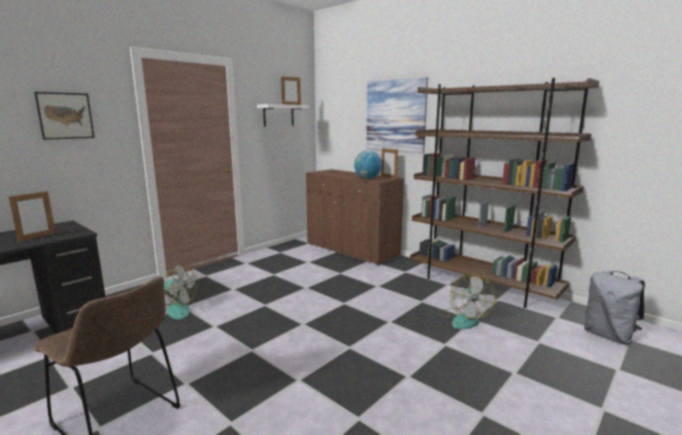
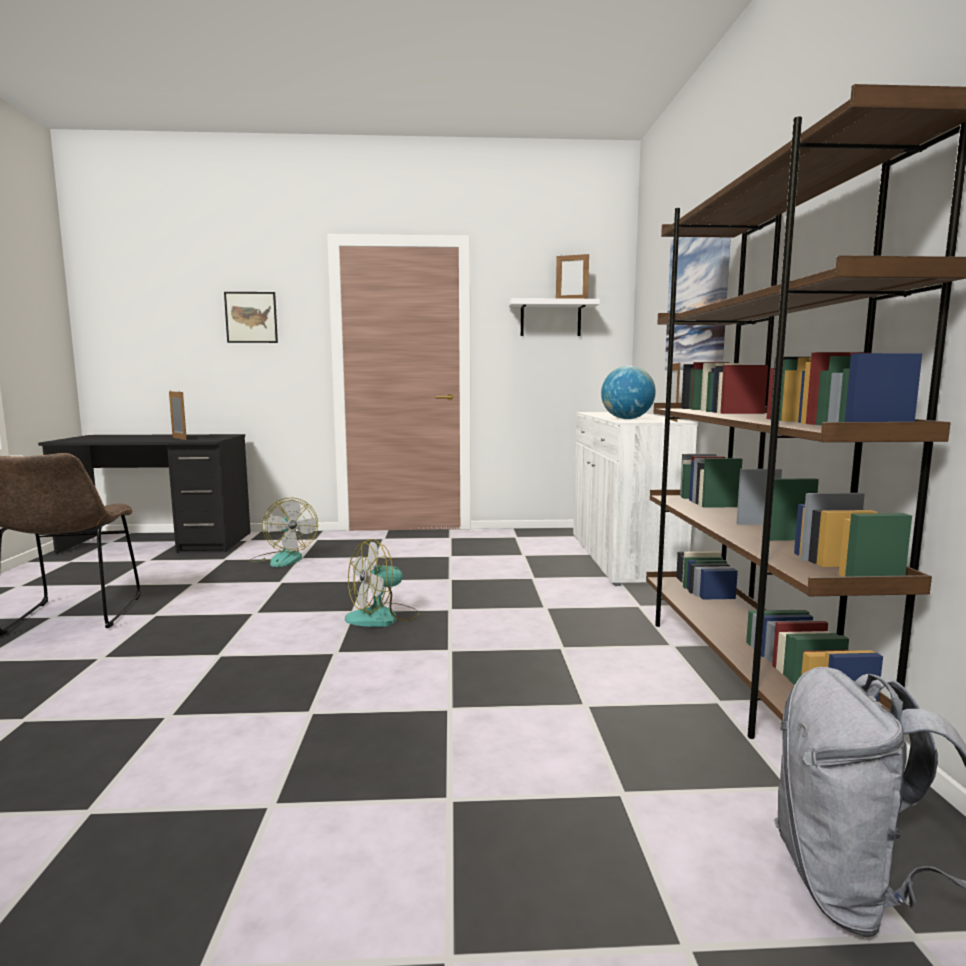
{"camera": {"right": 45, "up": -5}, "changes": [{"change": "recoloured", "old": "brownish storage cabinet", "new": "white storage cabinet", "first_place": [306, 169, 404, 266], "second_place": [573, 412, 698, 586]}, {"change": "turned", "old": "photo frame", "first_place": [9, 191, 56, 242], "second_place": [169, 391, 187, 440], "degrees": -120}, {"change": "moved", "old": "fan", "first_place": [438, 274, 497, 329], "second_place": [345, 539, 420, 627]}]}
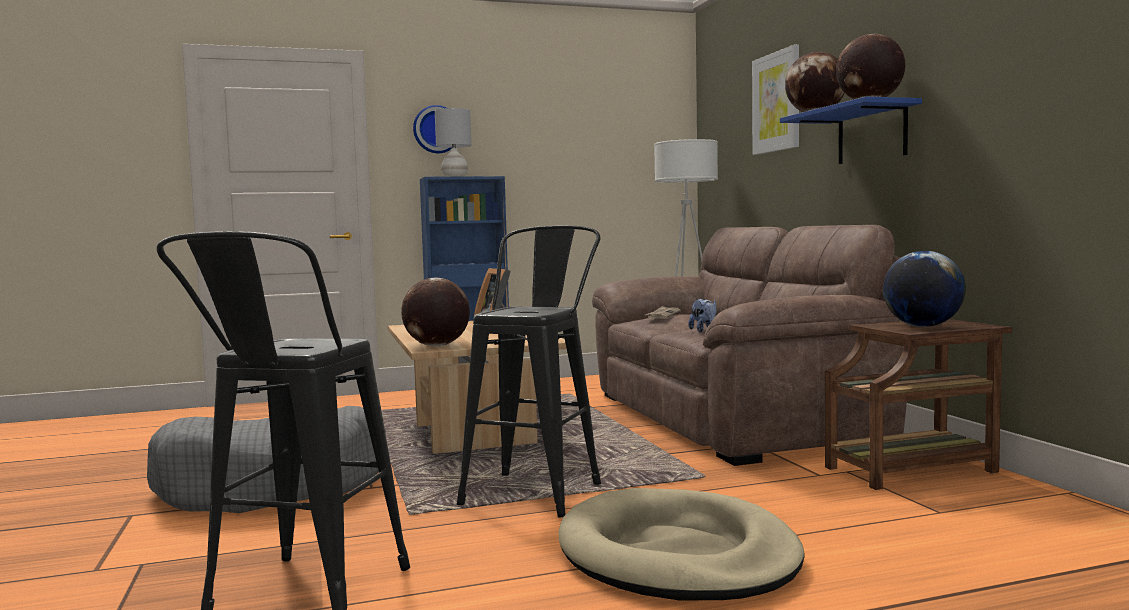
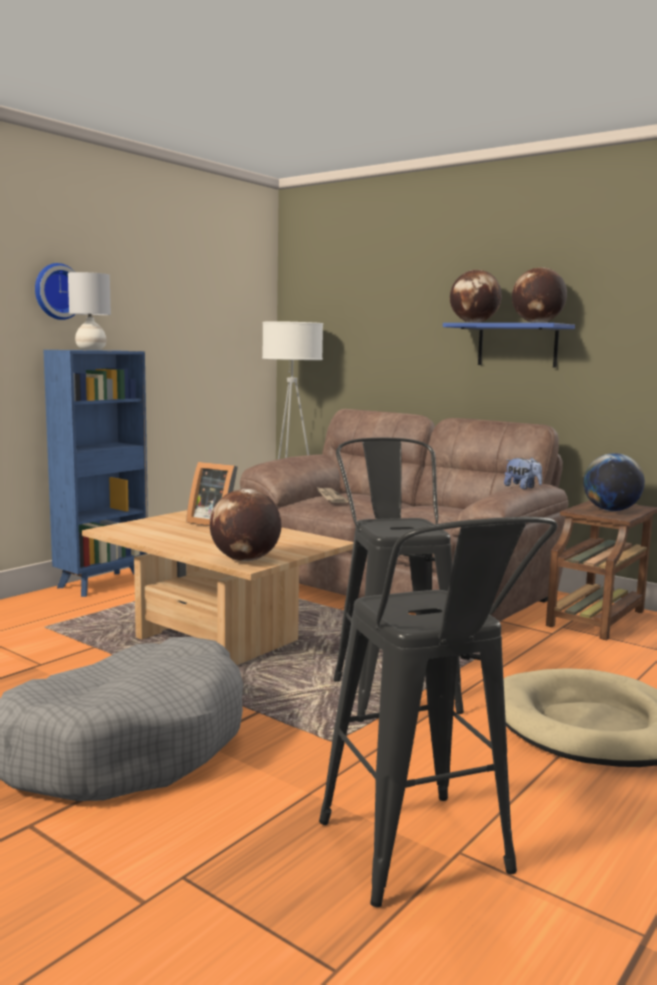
{"camera": {"right": -35, "up": 5}, "changes": [{"change": "removed", "old": "wall picture", "first_place": [752, 44, 799, 155]}, {"change": "moved", "old": "cuddly toy", "first_place": [688, 298, 717, 333], "second_place": [504, 458, 542, 489]}]}
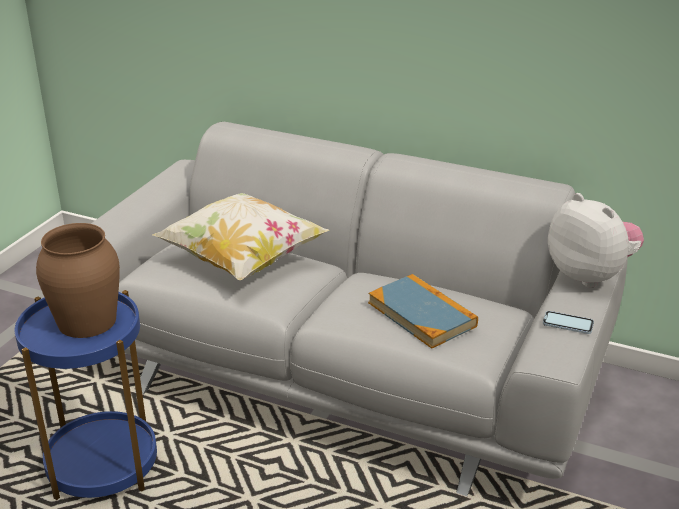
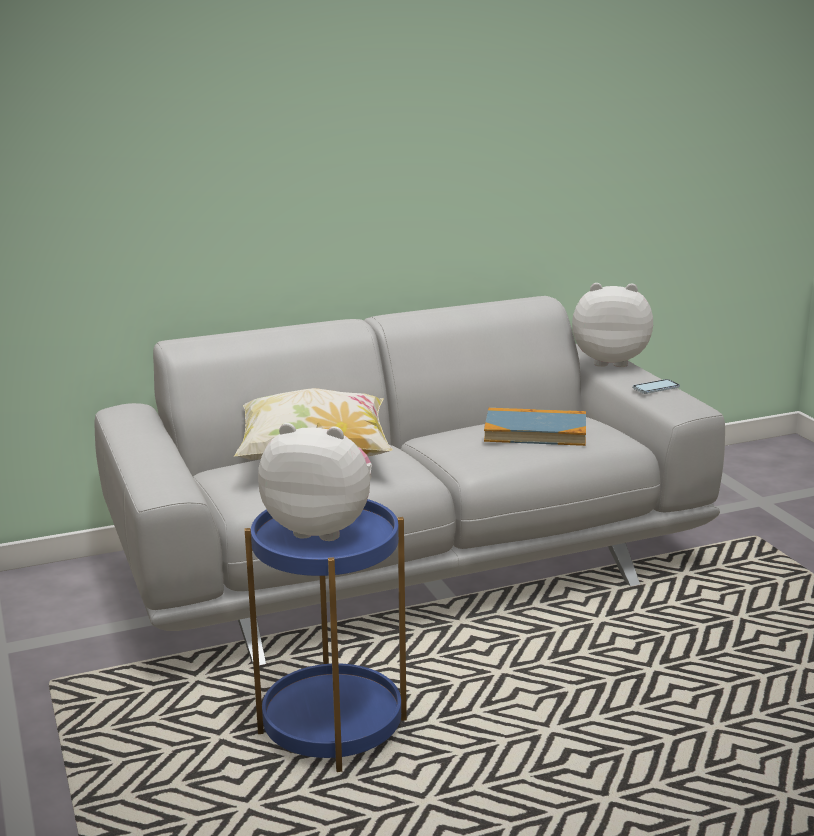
{"camera": {"right": -45, "up": -10}, "changes": [{"change": "replaced", "old": "brownish decorative vase", "new": "cuddly toy", "first_place": [36, 223, 120, 338], "second_place": [258, 423, 372, 541]}]}
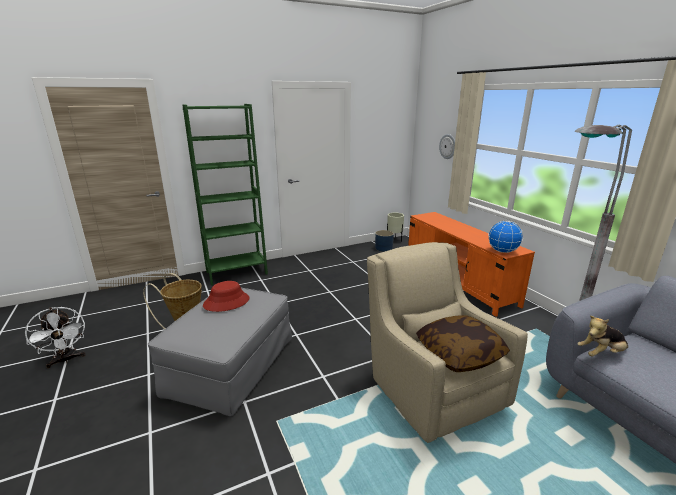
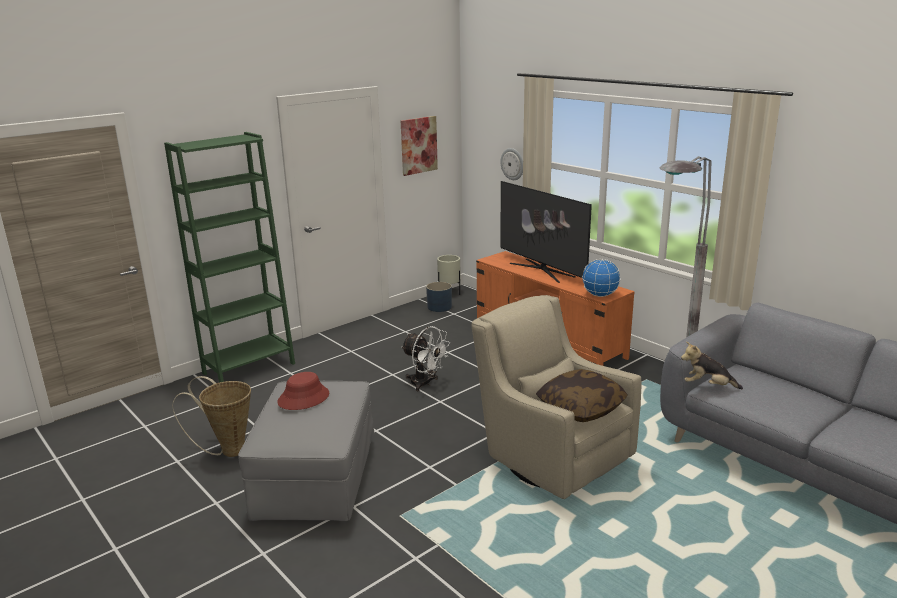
{"camera": {"right": -15, "up": 0}, "changes": [{"change": "moved", "old": "white fan", "first_place": [25, 307, 86, 368], "second_place": [401, 326, 450, 391]}, {"change": "turned", "old": "cuddly toy", "first_place": [577, 315, 628, 356], "second_place": [681, 342, 743, 389], "degrees": 45}, {"change": "added", "new": "wall picture", "second_place": [401, 116, 438, 176]}, {"change": "added", "new": "television", "second_place": [500, 181, 592, 283]}]}
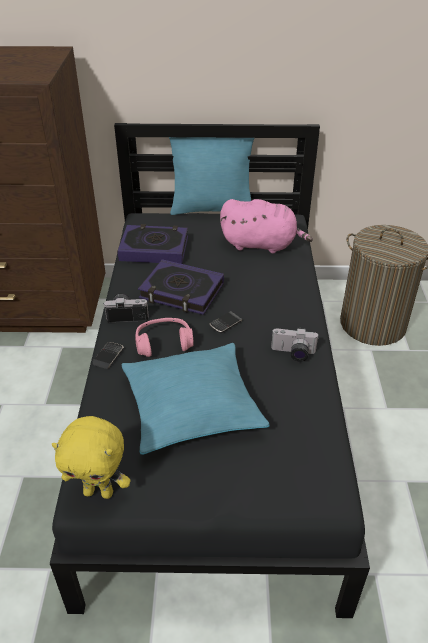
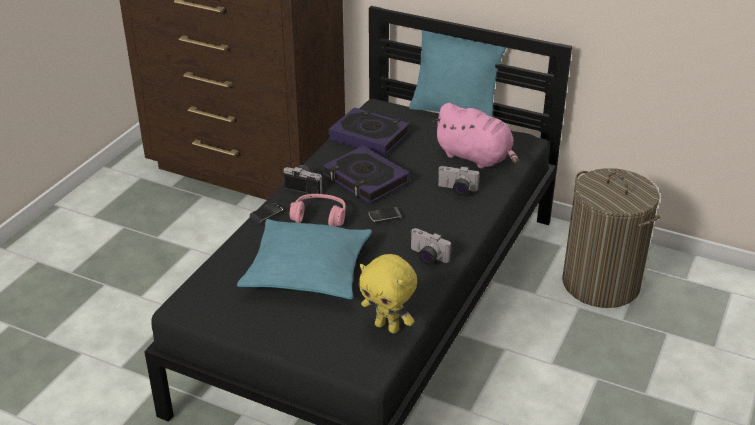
{"camera": {"right": 25, "up": -5}, "changes": [{"change": "moved", "old": "yellow-coloured cuddly toy", "first_place": [52, 416, 131, 499], "second_place": [359, 254, 417, 334]}, {"change": "added", "new": "still camera", "second_place": [438, 166, 480, 196]}]}
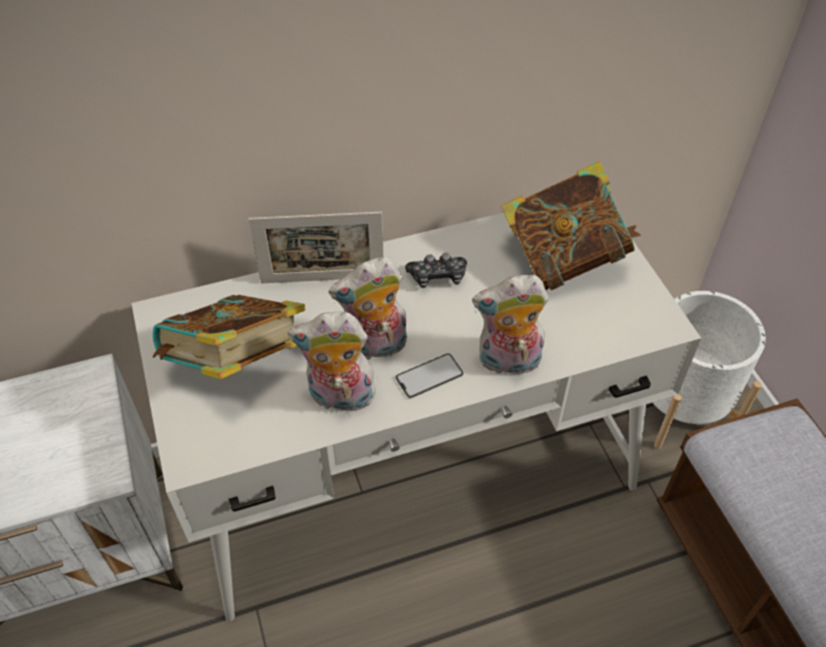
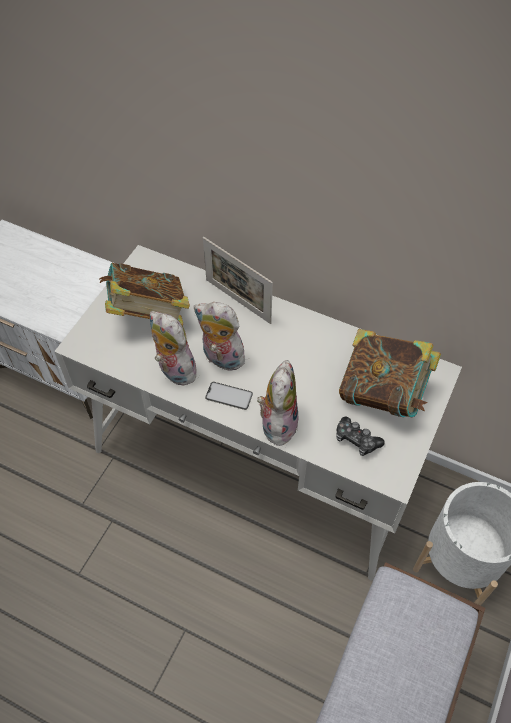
{"camera": {"right": 45, "up": 5}, "changes": [{"change": "moved", "old": "gamepad", "first_place": [405, 253, 467, 288], "second_place": [336, 416, 385, 456]}, {"change": "turned", "old": "cuddly toy", "first_place": [472, 275, 549, 375], "second_place": [257, 360, 298, 446], "degrees": 60}]}
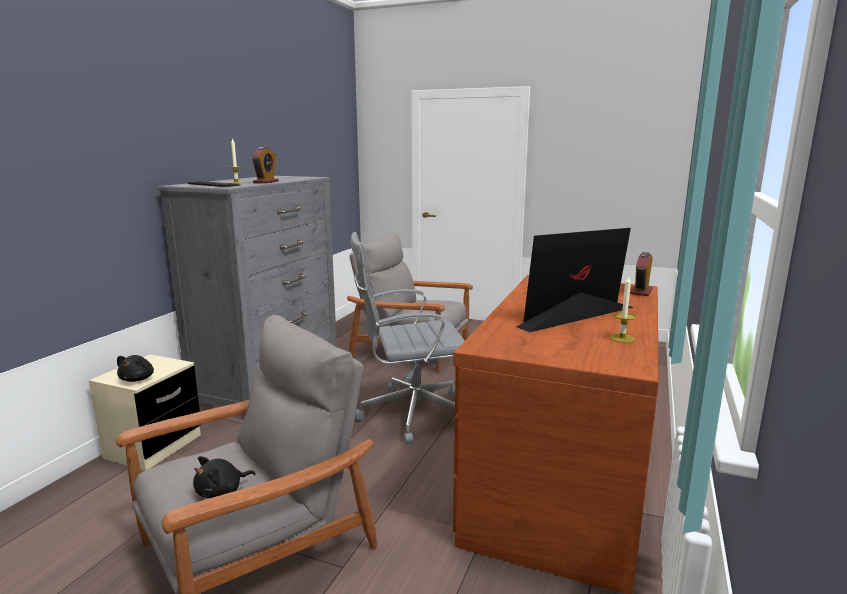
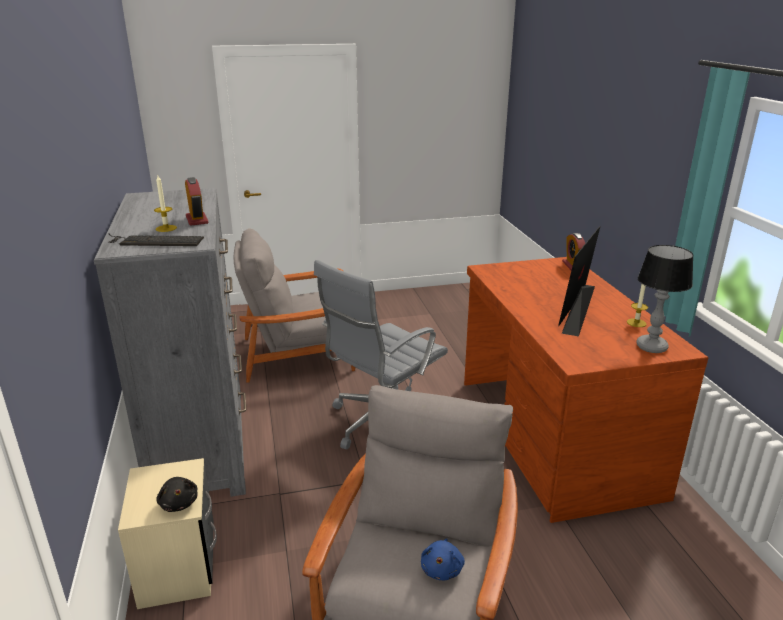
{"camera": {"right": -35, "up": 10}, "changes": [{"change": "recoloured", "old": "black cuddly toy", "new": "bluish cuddly toy", "first_place": [193, 456, 256, 498], "second_place": [421, 538, 465, 580]}, {"change": "added", "new": "table lamp", "second_place": [636, 245, 694, 353]}]}
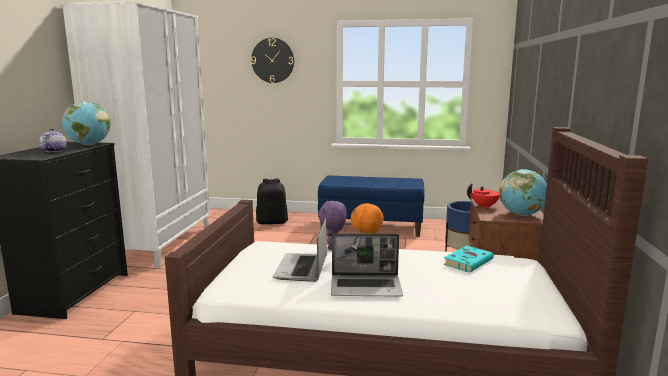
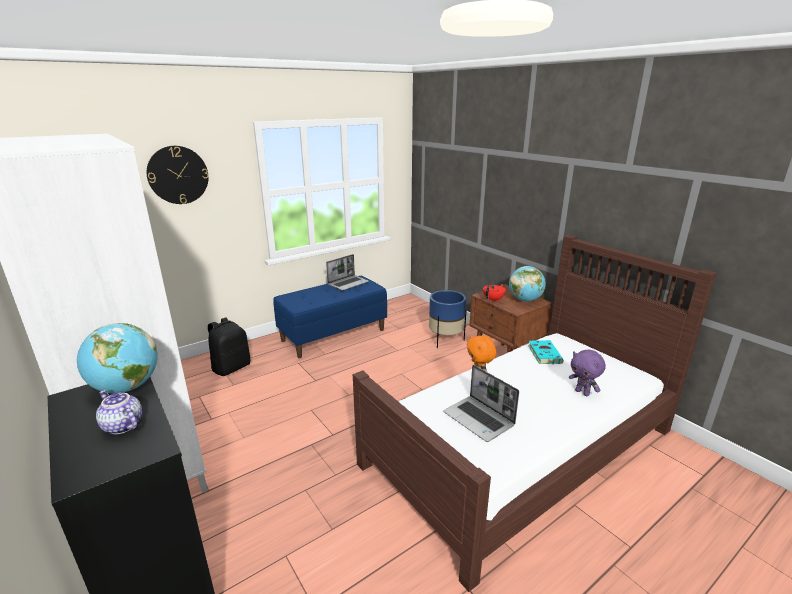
{"camera": {"right": -45, "up": 10}, "changes": [{"change": "moved", "old": "purple cuddly toy", "first_place": [318, 200, 347, 250], "second_place": [569, 350, 606, 396]}, {"change": "moved", "old": "notebook computer", "first_place": [331, 233, 403, 297], "second_place": [326, 254, 369, 291]}]}
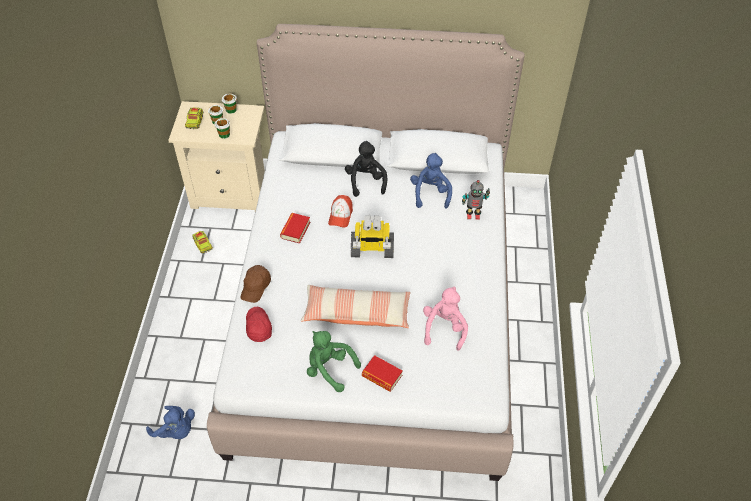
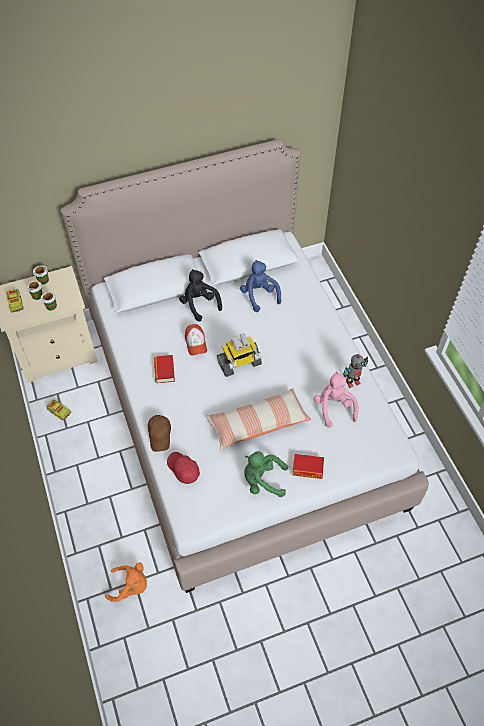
{"camera": {"right": -25, "up": 5}, "changes": [{"change": "moved", "old": "robot figure", "first_place": [462, 180, 490, 220], "second_place": [343, 354, 368, 388]}, {"change": "recoloured", "old": "bluish cuddly toy", "new": "orange cuddly toy", "first_place": [146, 406, 195, 439], "second_place": [105, 562, 147, 602]}]}
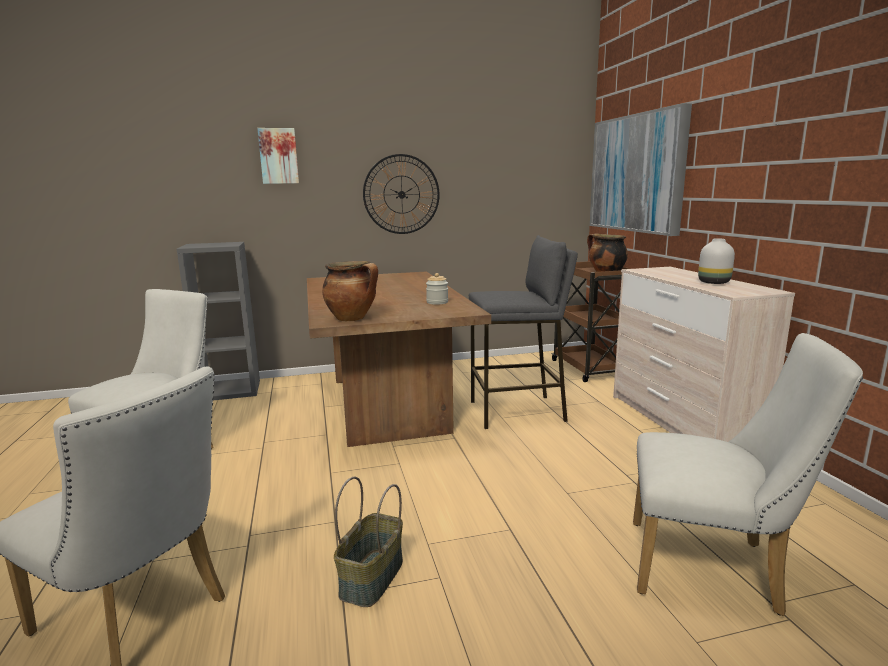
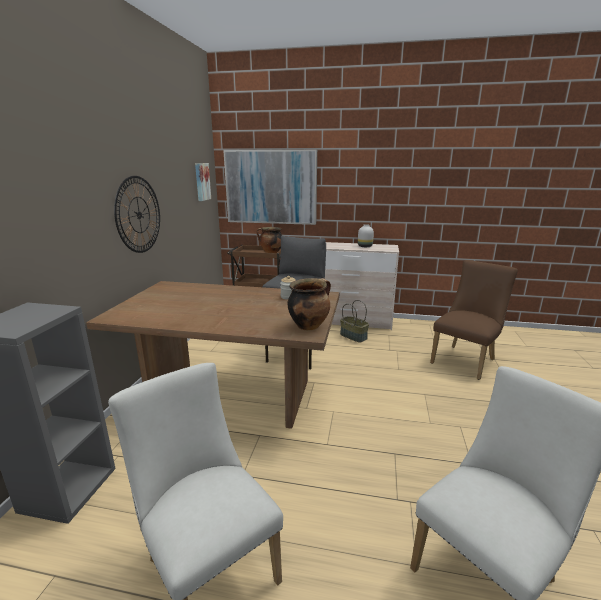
{"camera": {"right": -65, "up": 5}, "changes": [{"change": "moved", "old": "wall picture", "first_place": [257, 128, 299, 184], "second_place": [195, 163, 211, 201]}, {"change": "recoloured", "old": "white plain chair", "new": "brownish plain chair", "first_place": [633, 333, 863, 616], "second_place": [430, 260, 518, 380]}, {"change": "moved", "old": "basket", "first_place": [334, 477, 403, 607], "second_place": [340, 300, 369, 342]}]}
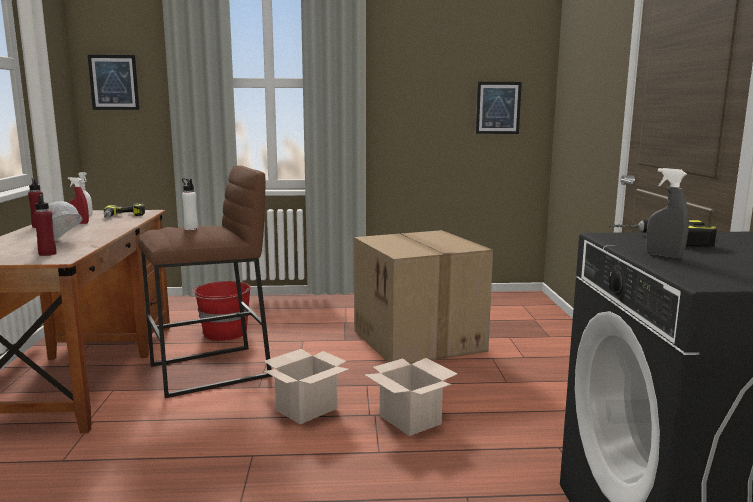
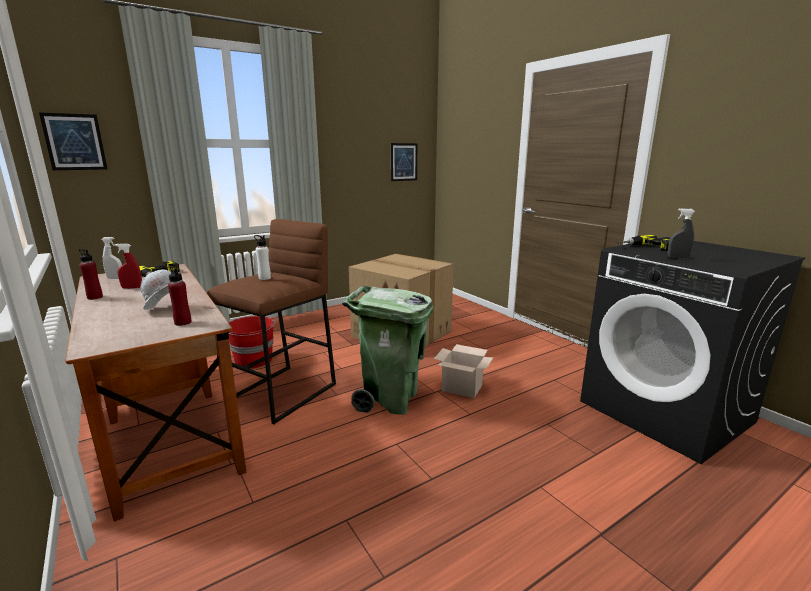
{"camera": {"right": -30, "up": 5}, "changes": [{"change": "replaced", "old": "packing box", "new": "green-coloured waste bin", "first_place": [264, 349, 349, 424], "second_place": [342, 286, 433, 415]}]}
